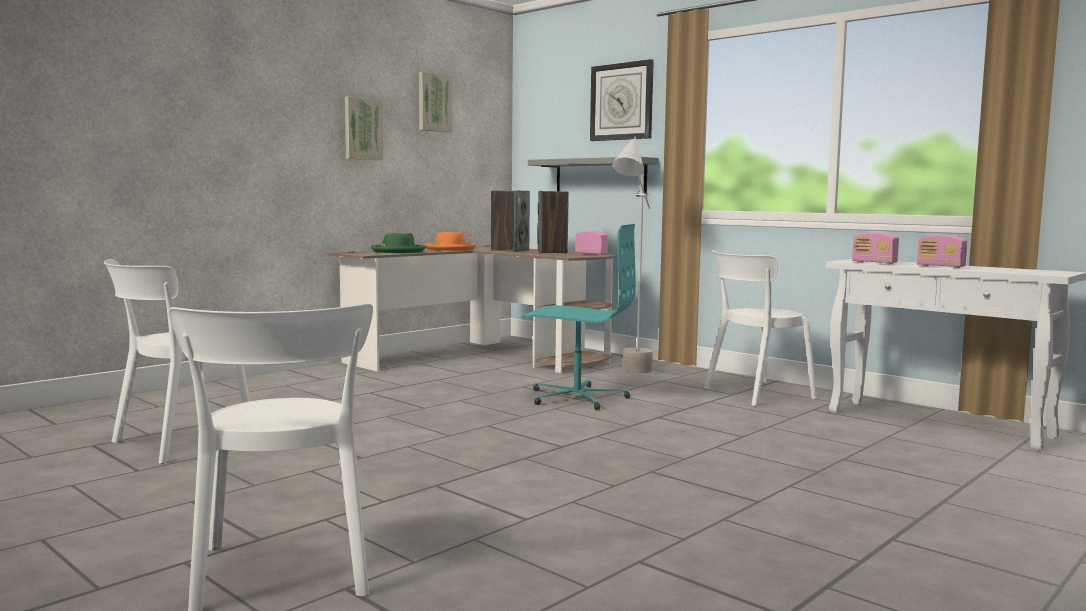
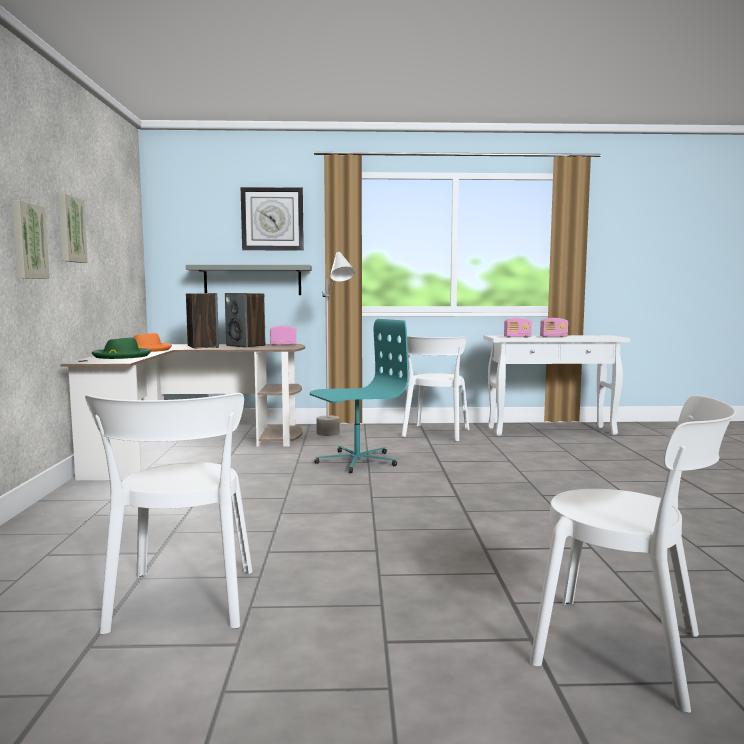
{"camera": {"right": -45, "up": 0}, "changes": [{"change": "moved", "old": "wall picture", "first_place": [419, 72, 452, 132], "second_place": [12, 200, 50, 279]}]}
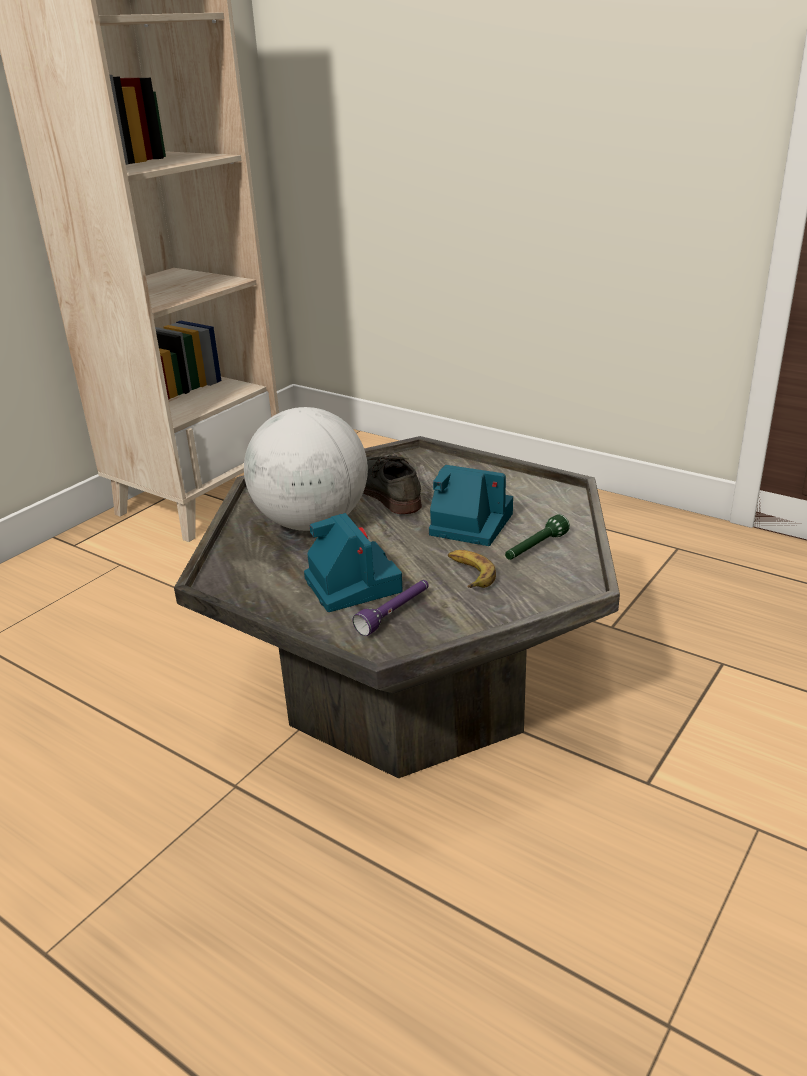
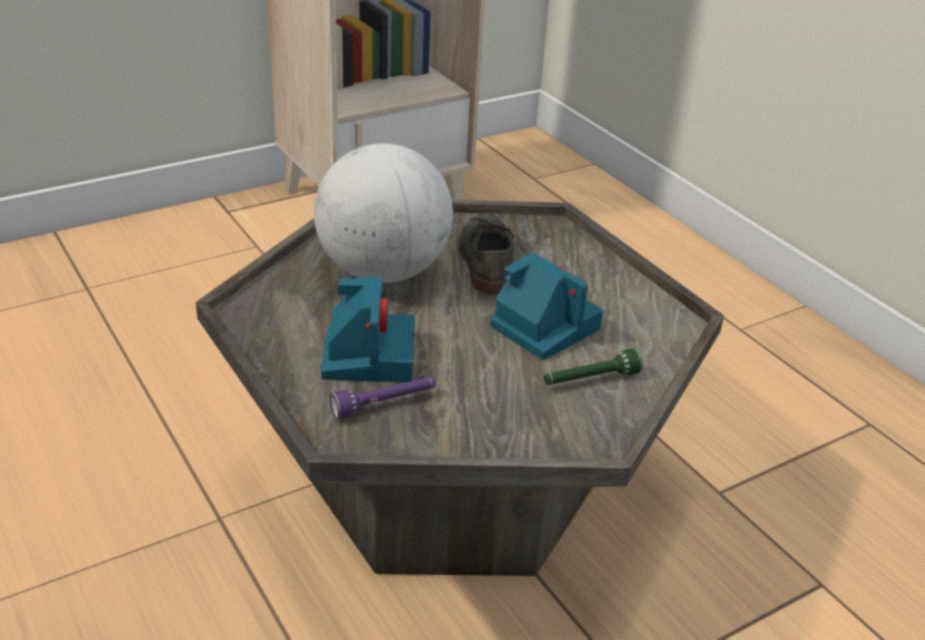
{"camera": {"right": 20, "up": 5}, "changes": [{"change": "removed", "old": "banana fruit", "first_place": [448, 550, 496, 588]}]}
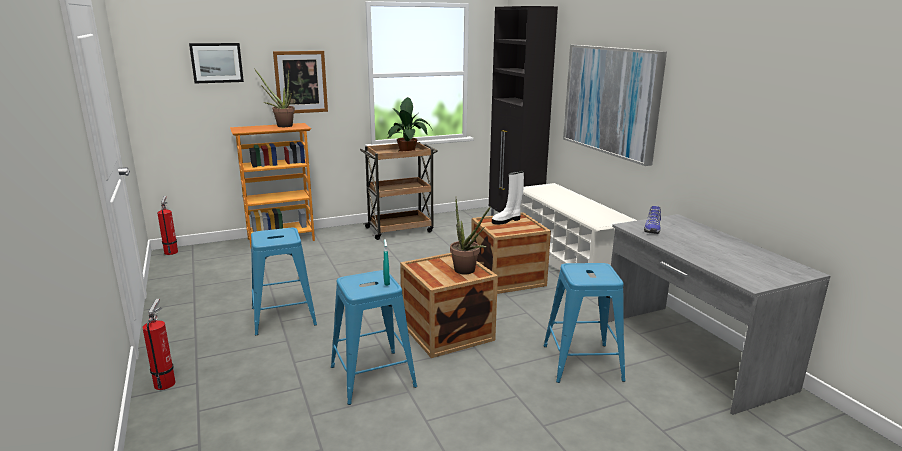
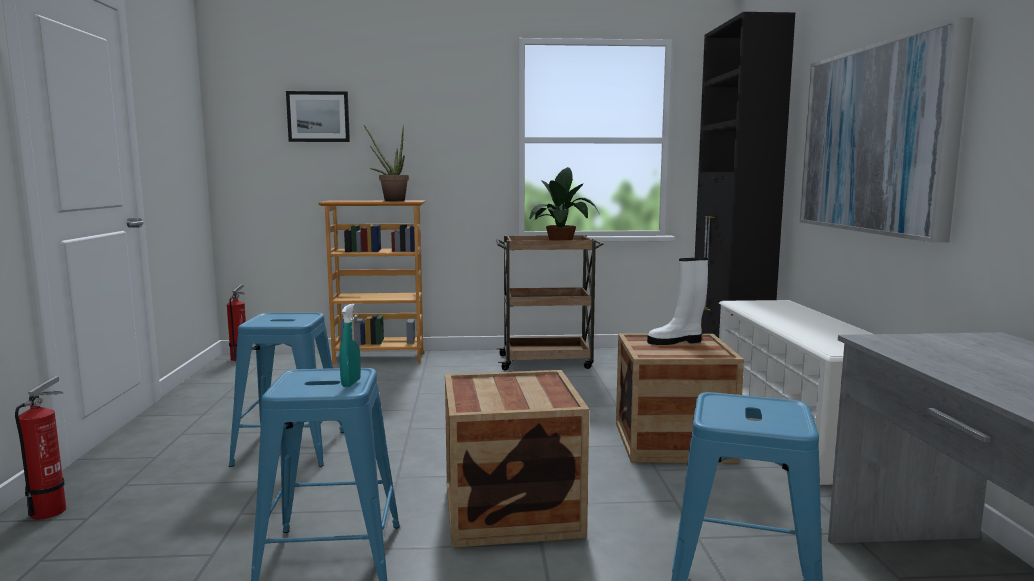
{"camera": {"right": 20, "up": -10}, "changes": [{"change": "removed", "old": "wall picture", "first_place": [273, 51, 328, 113]}, {"change": "removed", "old": "houseplant", "first_place": [450, 199, 491, 274]}, {"change": "removed", "old": "low shoe", "first_place": [644, 206, 661, 234]}]}
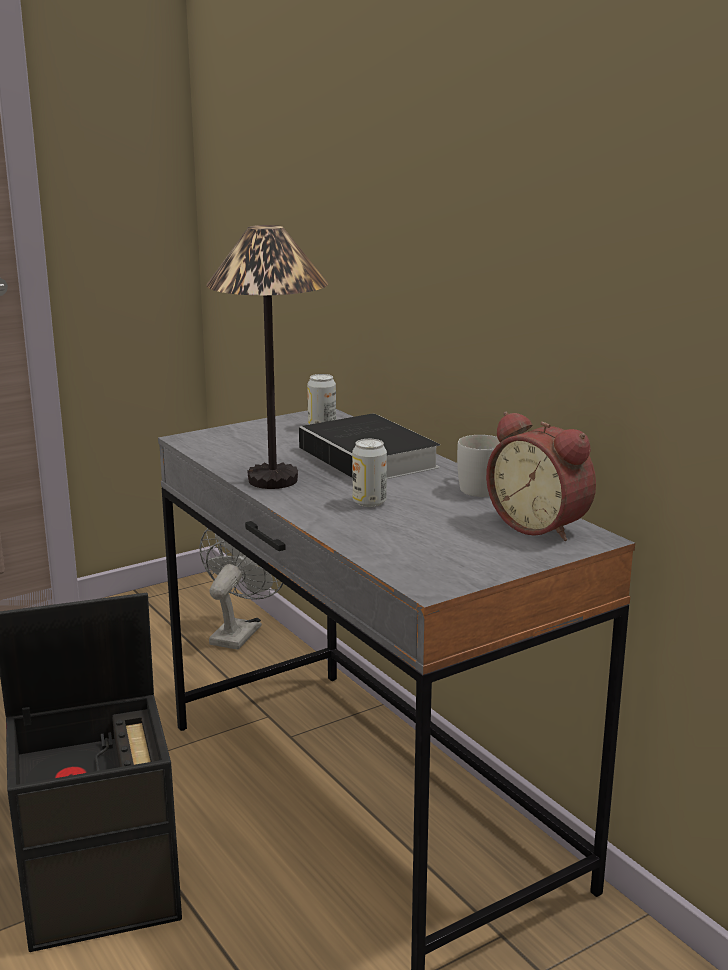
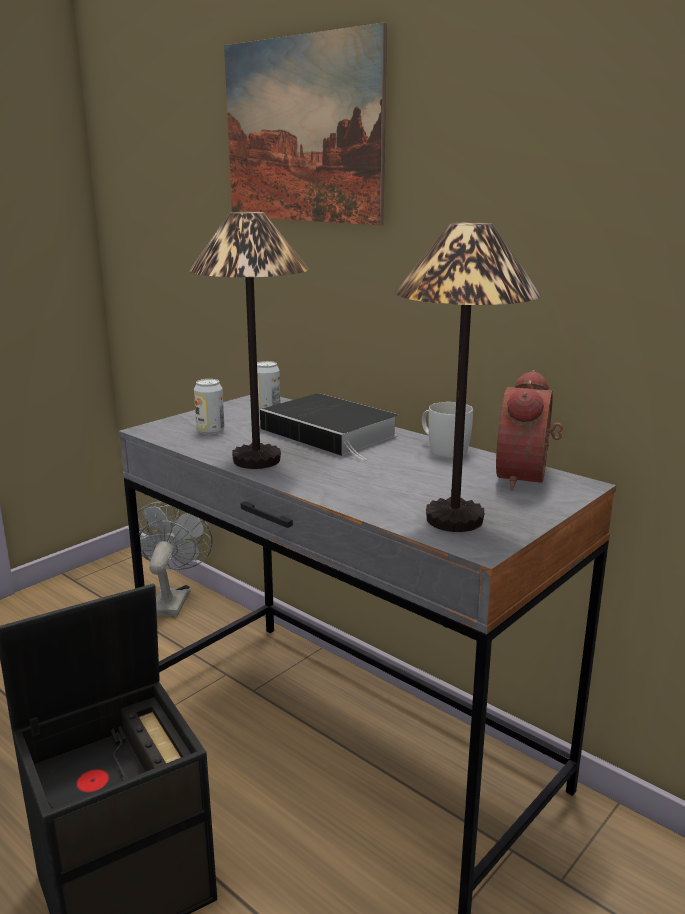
{"camera": {"right": -15, "up": 0}, "changes": [{"change": "turned", "old": "table clock", "first_place": [486, 412, 596, 541], "second_place": [496, 370, 563, 490], "degrees": 75}, {"change": "moved", "old": "metal can", "first_place": [352, 439, 387, 507], "second_place": [194, 379, 225, 435]}, {"change": "added", "new": "wall picture", "second_place": [224, 23, 387, 225]}, {"change": "added", "new": "table lamp", "second_place": [395, 222, 541, 532]}]}
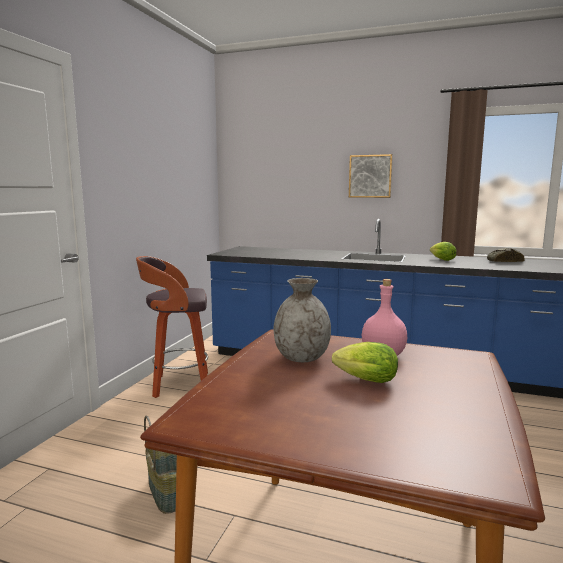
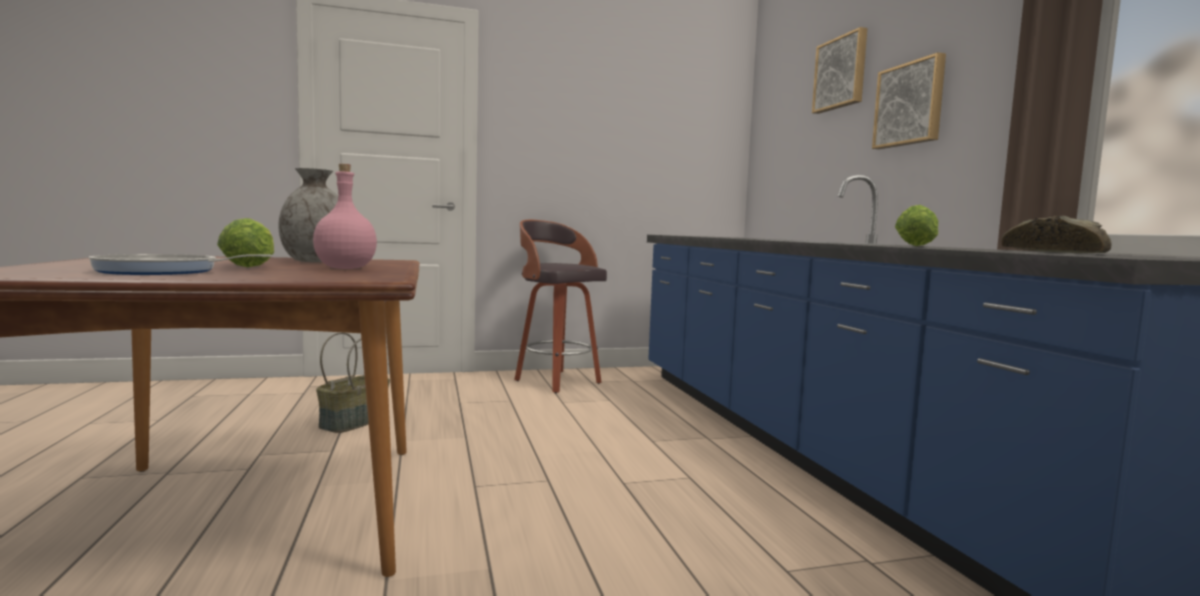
{"camera": {"right": 55, "up": -5}, "changes": [{"change": "added", "new": "wall picture", "second_place": [812, 27, 867, 114]}, {"change": "added", "new": "frying pan", "second_place": [88, 254, 272, 275]}]}
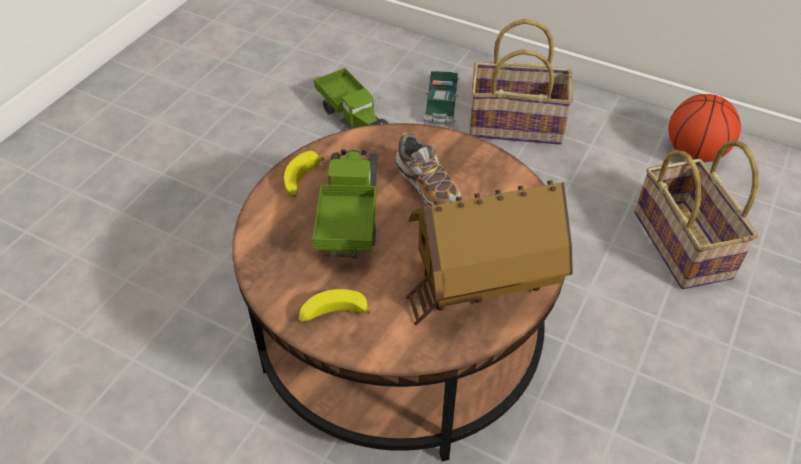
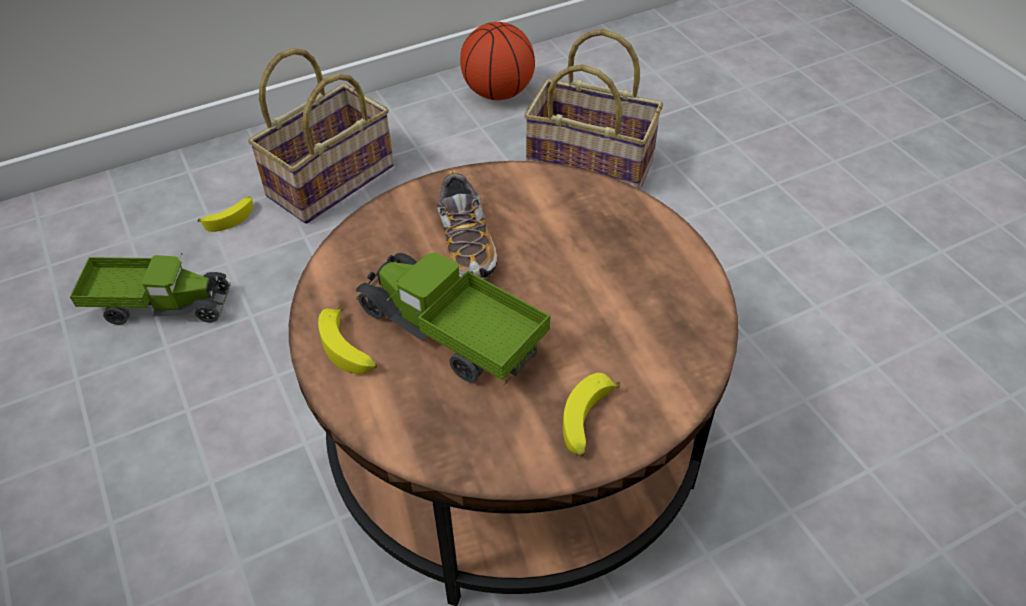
{"camera": {"right": -55, "up": 0}, "changes": [{"change": "replaced", "old": "miniature car", "new": "banana fruit", "first_place": [423, 71, 459, 123], "second_place": [198, 196, 253, 232]}, {"change": "turned", "old": "low shoe", "first_place": [396, 132, 461, 206], "second_place": [437, 170, 497, 279], "degrees": 75}, {"change": "removed", "old": "toy house", "first_place": [406, 180, 573, 325]}]}
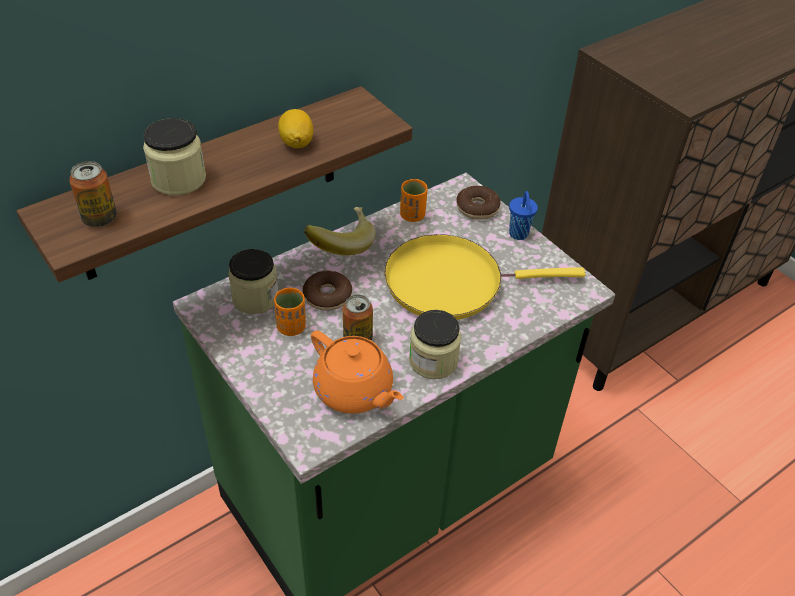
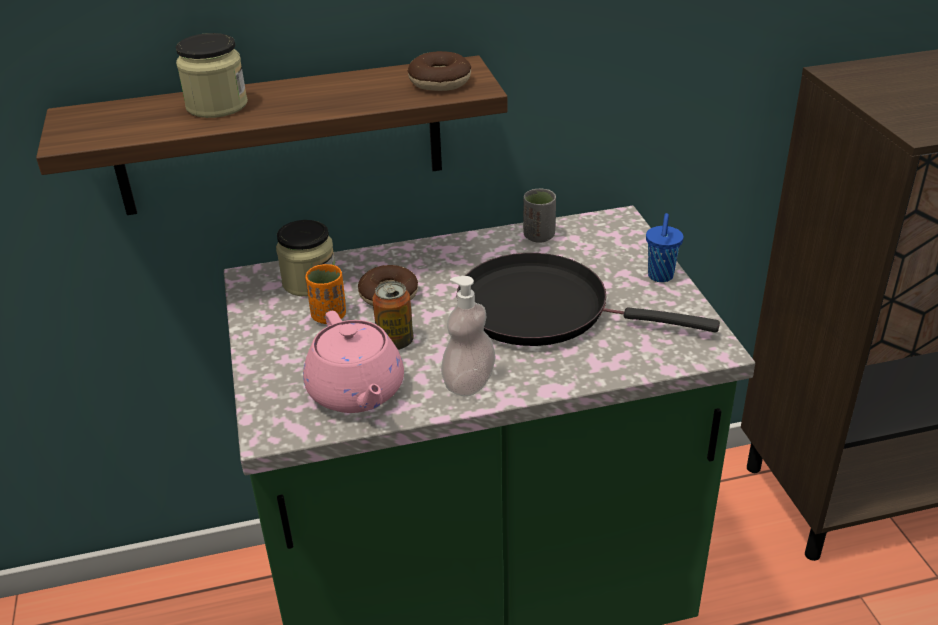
{"camera": {"right": 25, "up": -10}, "changes": [{"change": "removed", "old": "whole lemon", "first_place": [278, 109, 313, 148]}, {"change": "removed", "old": "metal can", "first_place": [69, 161, 117, 227]}, {"change": "recoloured", "old": "orange small cup", "new": "gray small cup", "first_place": [400, 179, 428, 222], "second_place": [523, 188, 556, 243]}, {"change": "moved", "old": "doughnut", "first_place": [457, 186, 500, 220], "second_place": [407, 51, 471, 91]}, {"change": "removed", "old": "banana fruit", "first_place": [304, 207, 376, 255]}, {"change": "recoloured", "old": "yellow-coloured frying pan", "new": "black frying pan", "first_place": [385, 234, 585, 320], "second_place": [457, 253, 720, 346]}, {"change": "replaced", "old": "jar", "new": "soap bottle", "first_place": [409, 310, 461, 379], "second_place": [441, 276, 496, 396]}, {"change": "recoloured", "old": "orange teapot", "new": "pinkish teapot", "first_place": [311, 331, 403, 414], "second_place": [303, 311, 404, 413]}]}
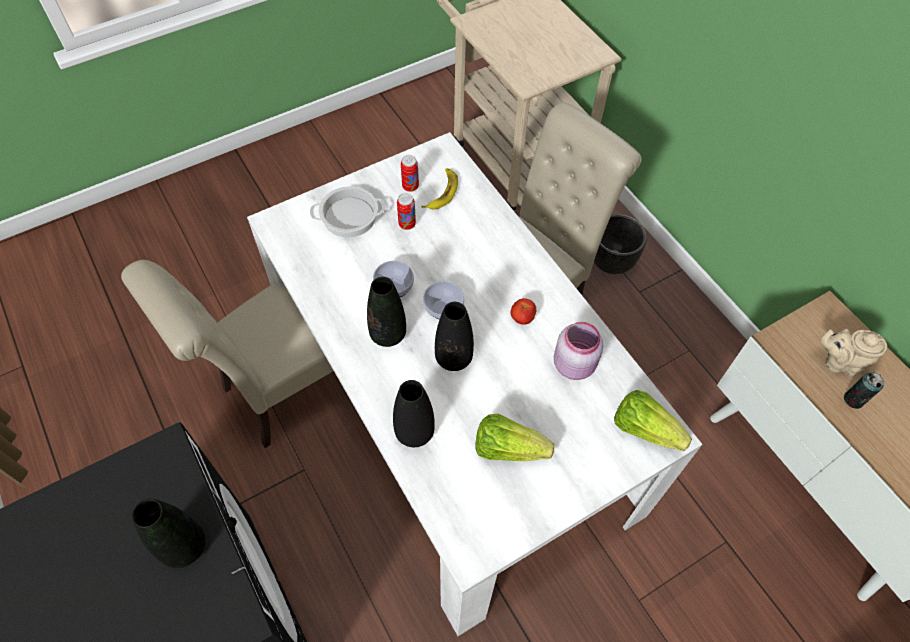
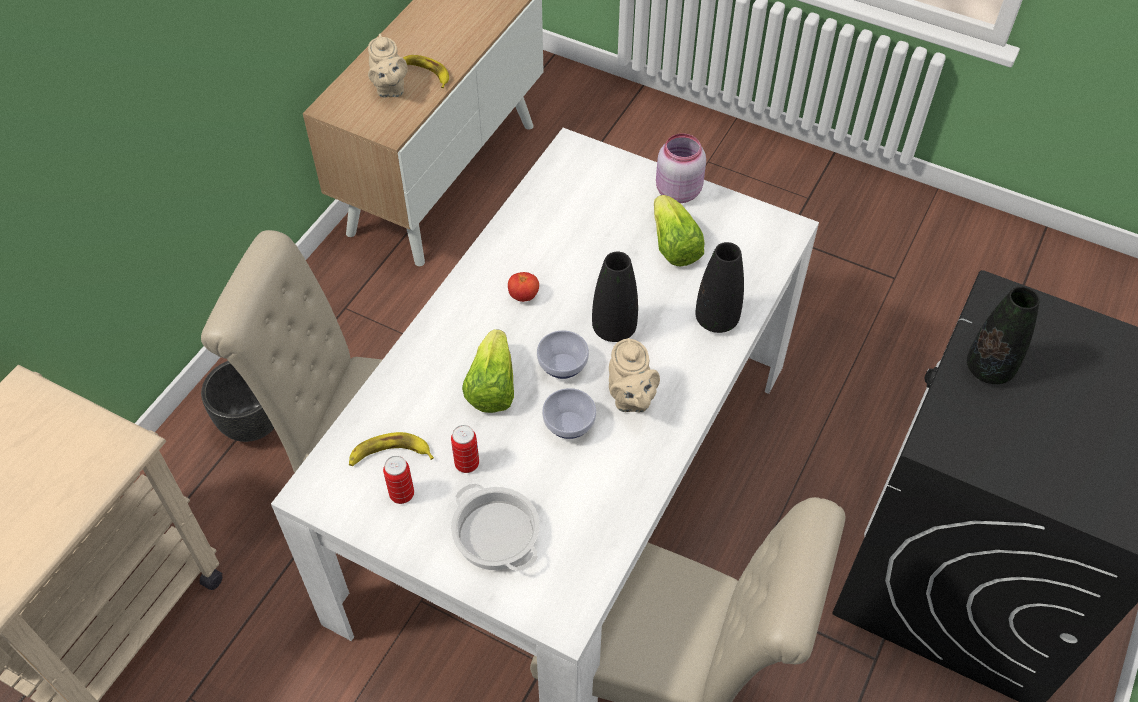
{"camera": {"right": -120, "up": -5}, "changes": [{"change": "replaced", "old": "black decorative vase", "new": "sand-coloured teapot", "first_place": [367, 277, 406, 347], "second_place": [609, 338, 660, 412]}, {"change": "moved", "old": "pinkish jar", "first_place": [554, 322, 603, 380], "second_place": [656, 134, 706, 203]}, {"change": "replaced", "old": "metal can", "new": "banana fruit", "first_place": [844, 372, 884, 409], "second_place": [403, 55, 449, 88]}, {"change": "moved", "old": "head of lettuce", "first_place": [614, 390, 692, 452], "second_place": [462, 329, 514, 413]}]}
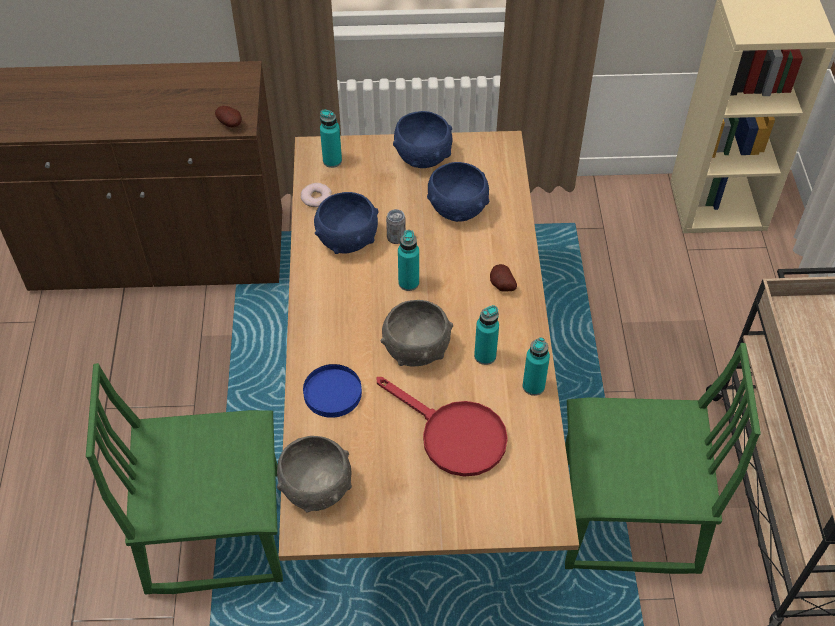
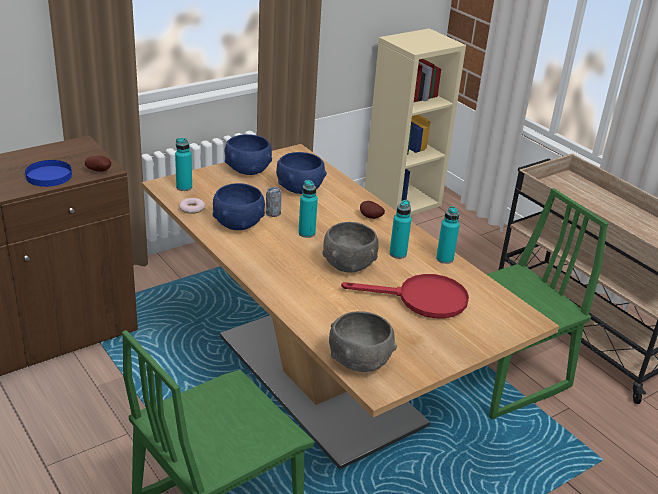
{"camera": {"right": -35, "up": -20}, "changes": [{"change": "moved", "old": "bluish dinner plate", "first_place": [303, 364, 362, 418], "second_place": [25, 160, 72, 187]}]}
